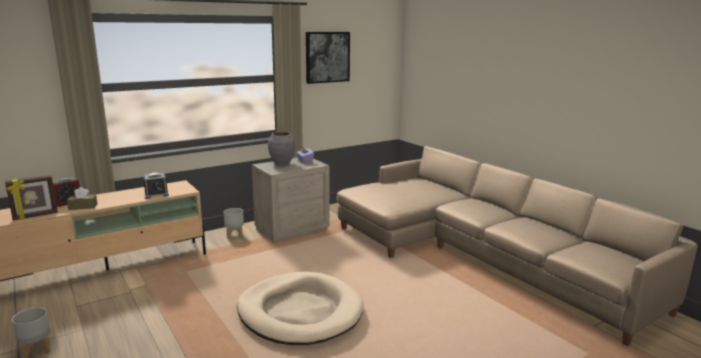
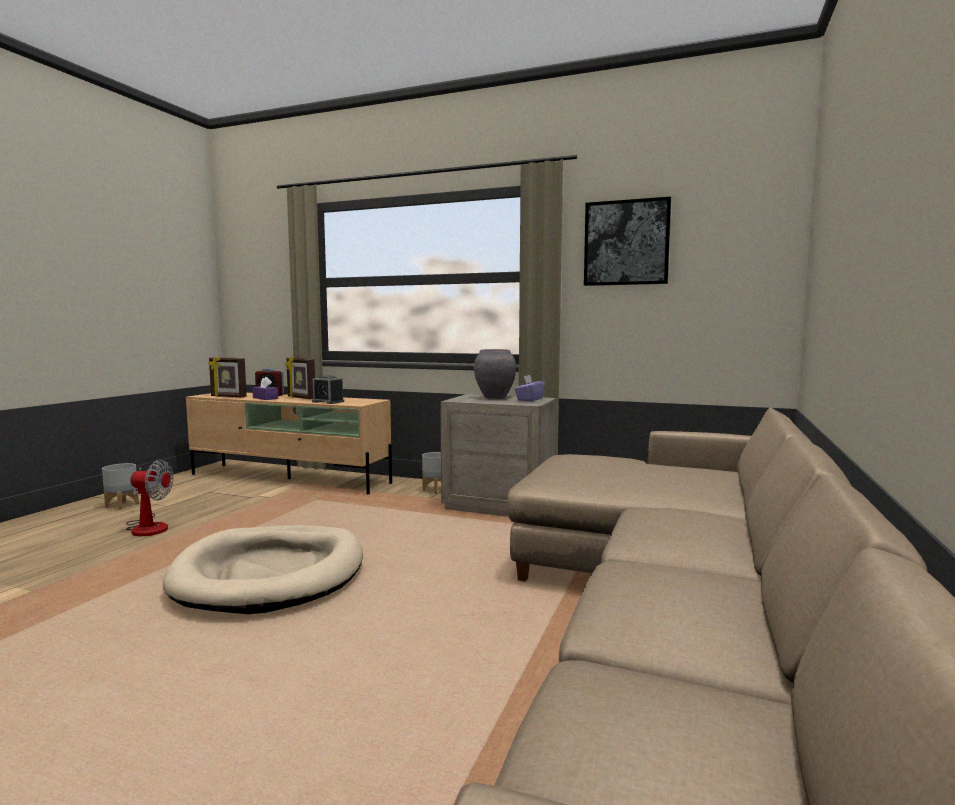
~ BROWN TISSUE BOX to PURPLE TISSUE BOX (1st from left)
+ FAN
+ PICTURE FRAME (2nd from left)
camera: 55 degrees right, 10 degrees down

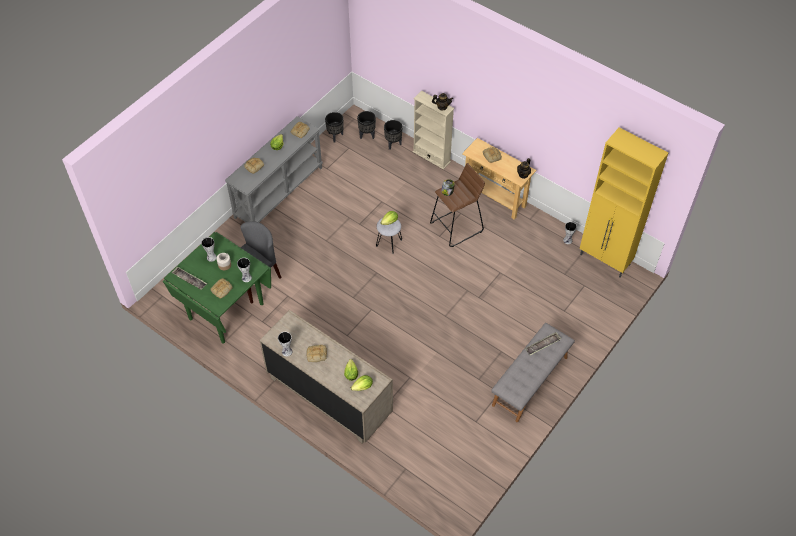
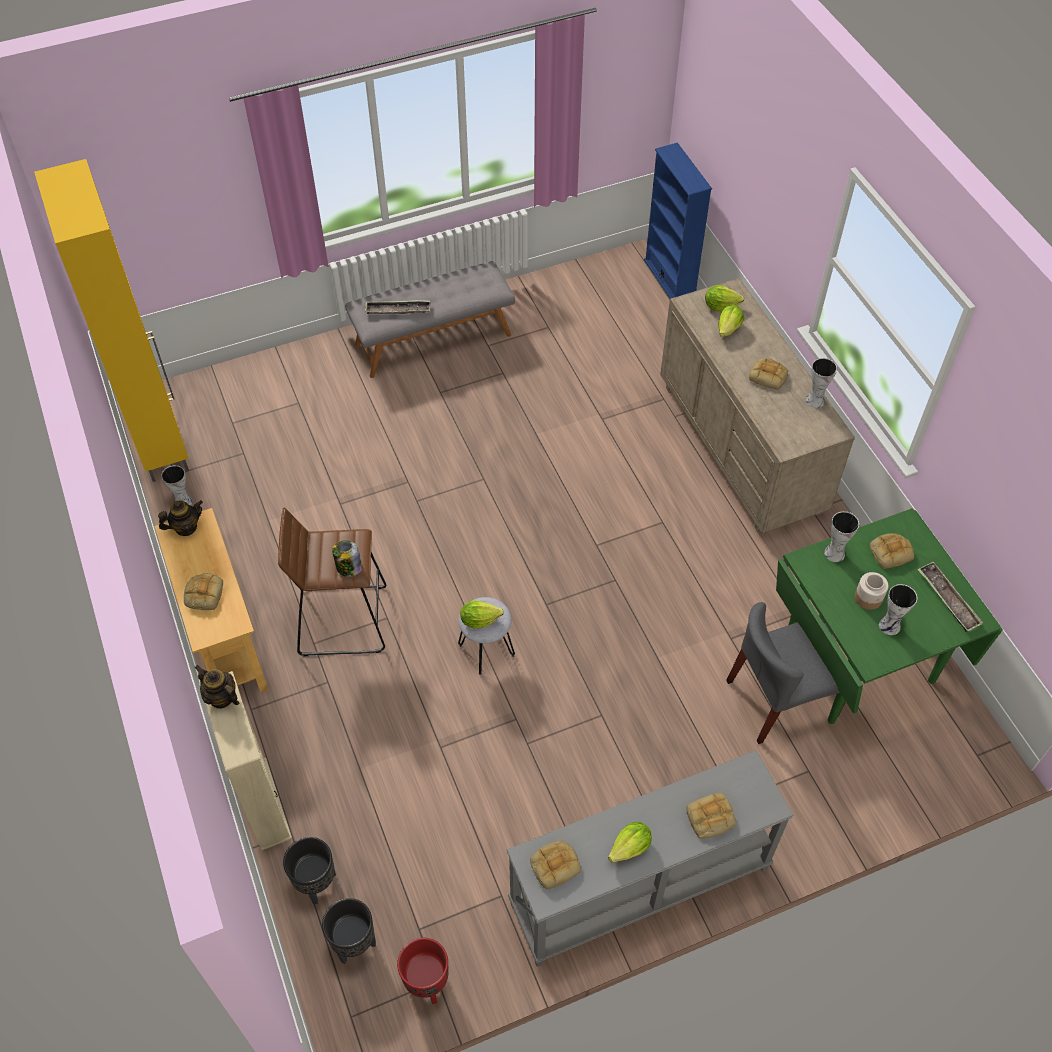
~ BLACK PLANTER (1st from left) to RED PLANTER
+ BLUE BOOKCASE
camera: 150 degrees left, 0 degrees up

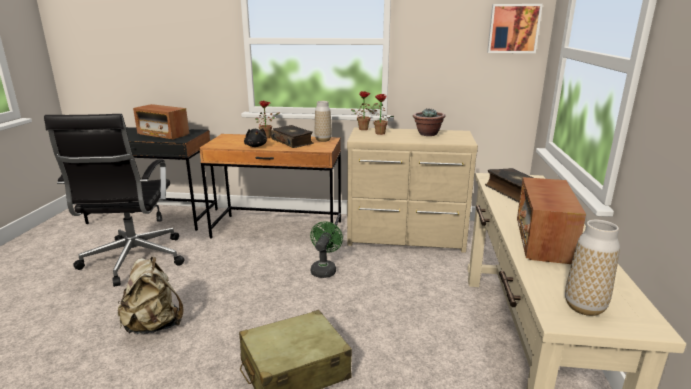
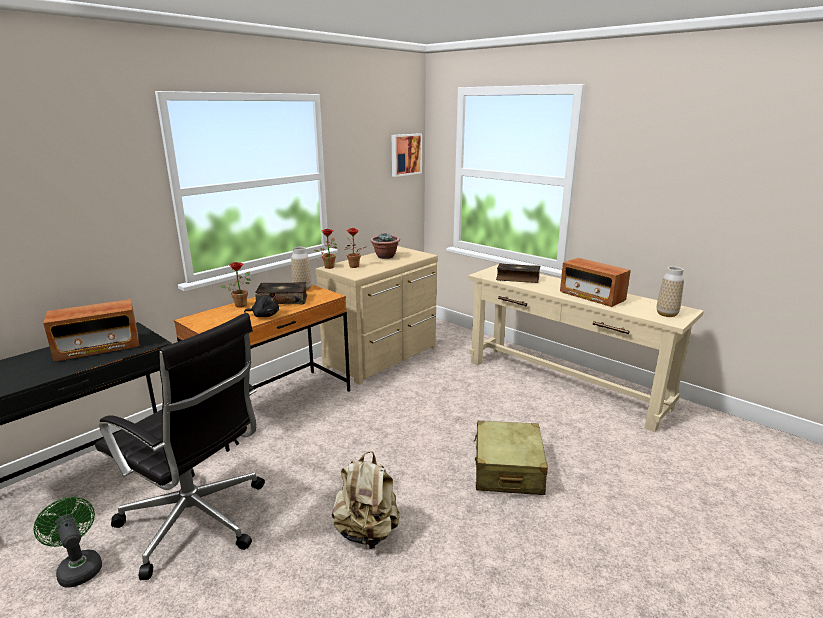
~ GREEN FAN
camera: 55 degrees left, 0 degrees up

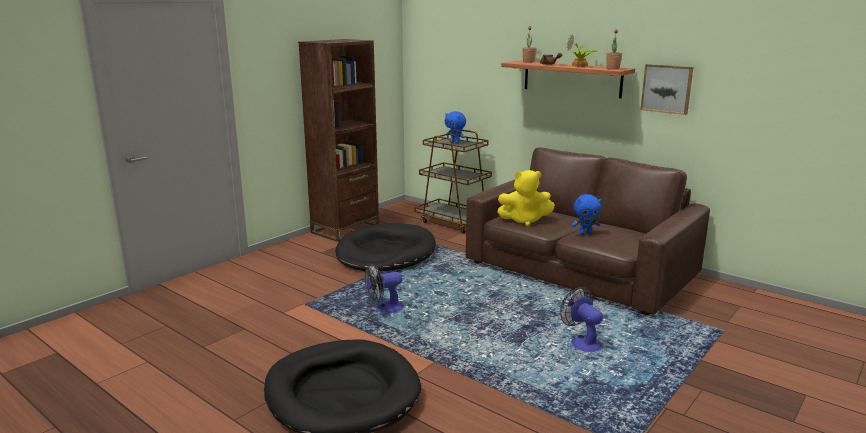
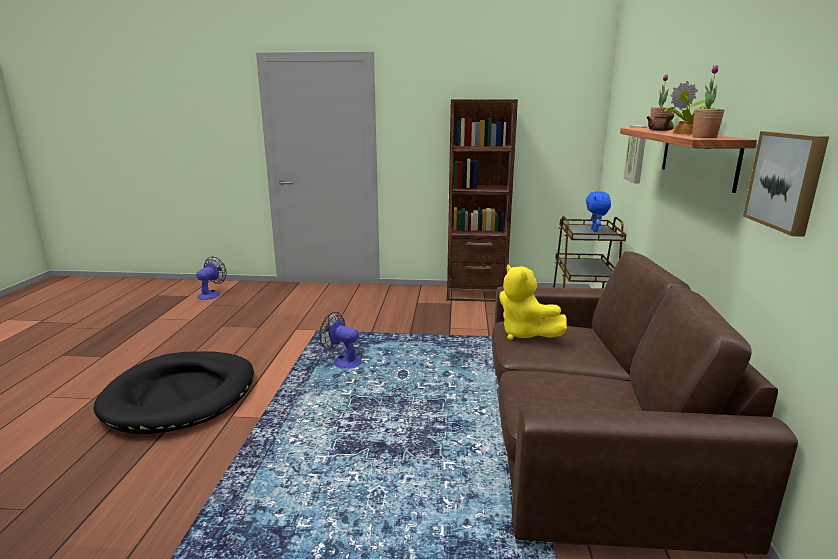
- BLACK DOG BED (2nd from left)
~ FAN (2nd from left in the first image) to FAN (1st from left)
- BLUE PLUSH TOY (2nd from left)
+ PICTURE (1st from left)
camera: 55 degrees right, 0 degrees up

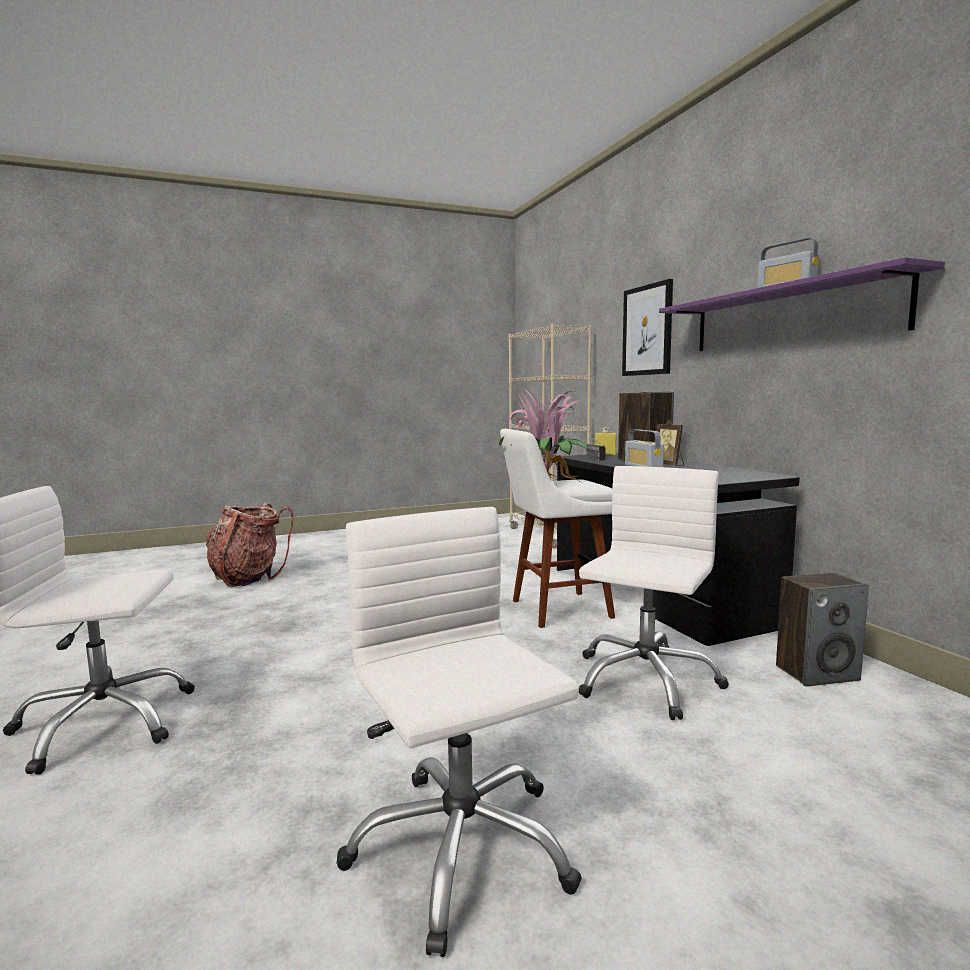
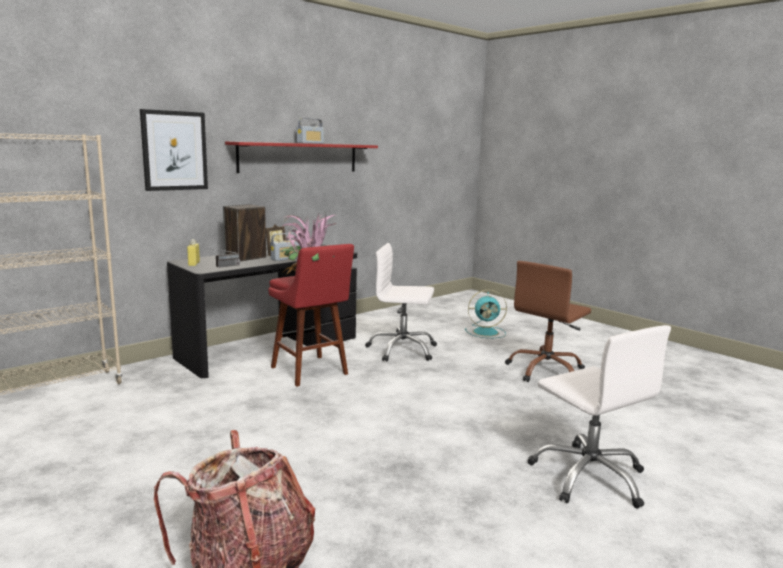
~ WHITE OFFICE CHAIR (2nd from left) to BROWN OFFICE CHAIR
~ WHITE STOOL to RED STOOL
~ PURPLE SHELF to RED SHELF
- SPEAKER (2nd from left)
+ TURQUOISE FAN
camera: 110 degrees left, 5 degrees up

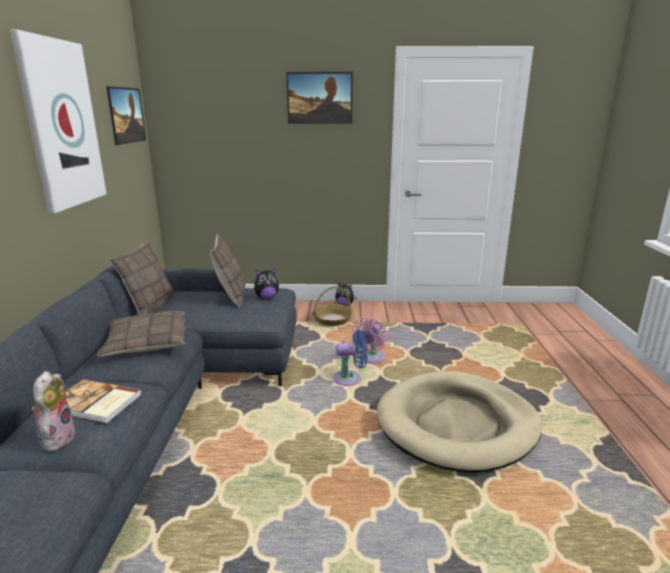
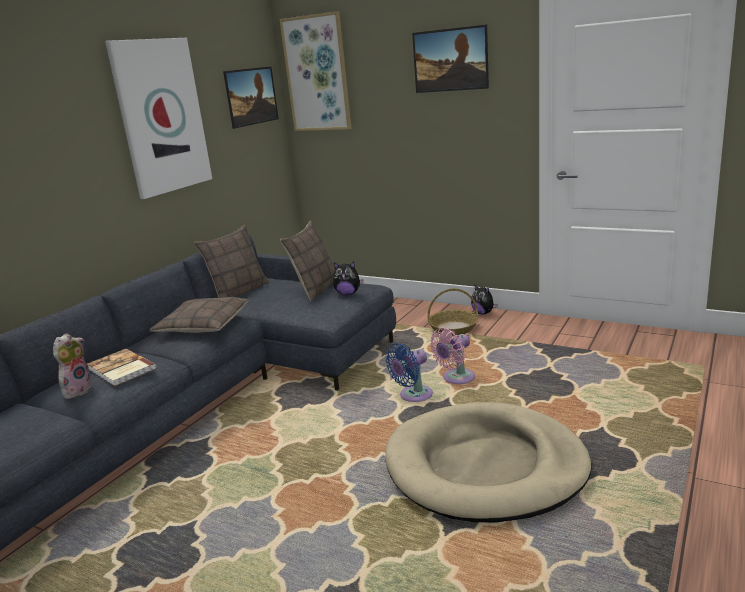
~ BLUE FAN 120 degrees clockwise
+ PICTURE (3rd from left)
camera: 30 degrees right, 0 degrees up

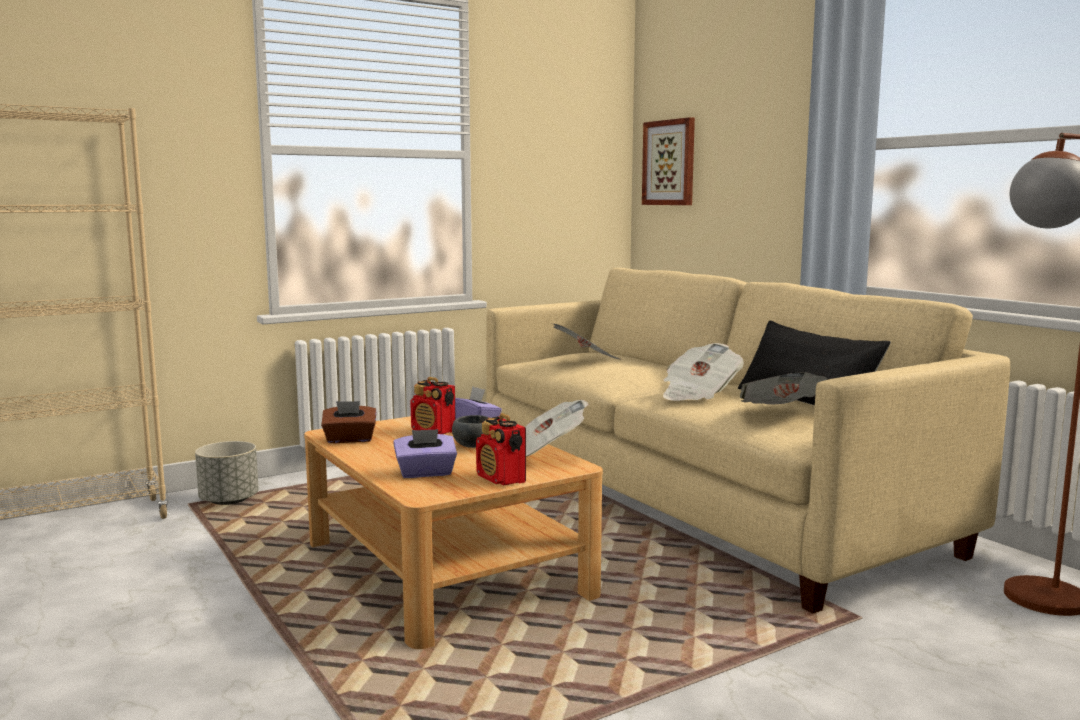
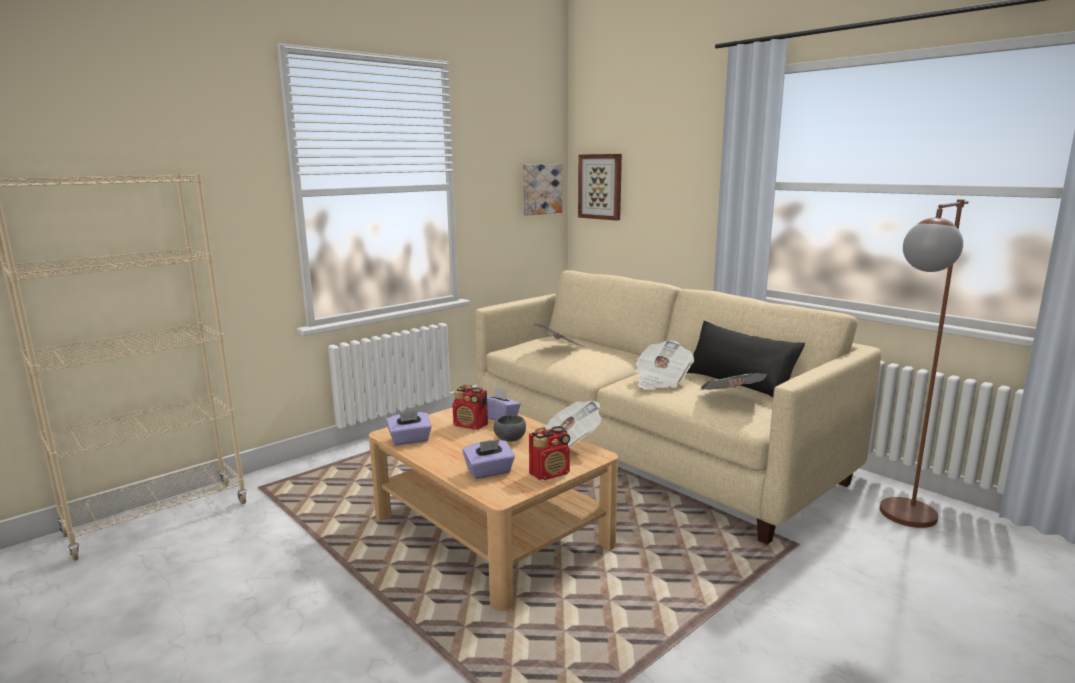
- GREY PLANTER
~ BROWN TISSUE BOX to PURPLE TISSUE BOX (1st from left)
~ RADIO (2nd from left) 75 degrees counterclockwise
+ PICTURE (1st from left)
camera: 10 degrees left, 5 degrees up

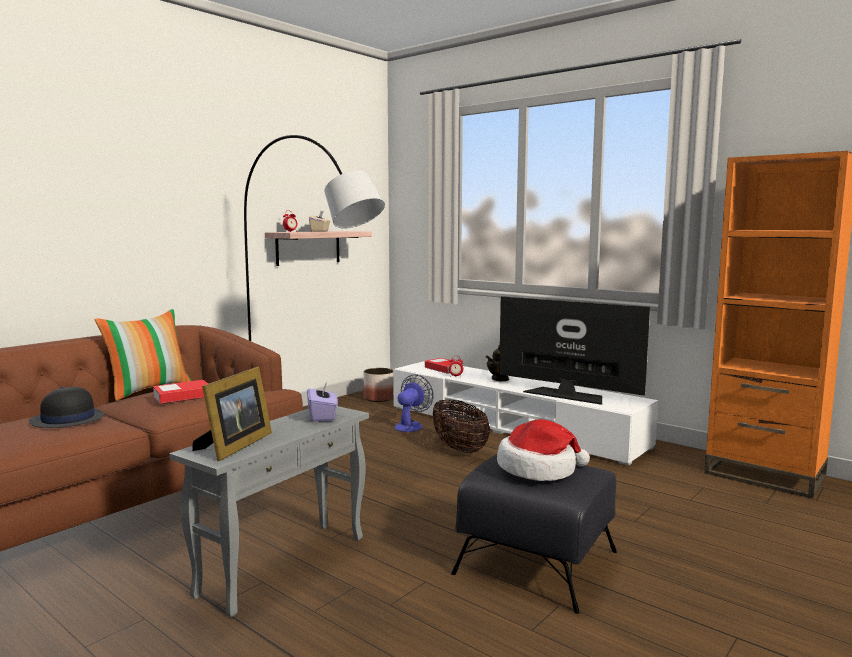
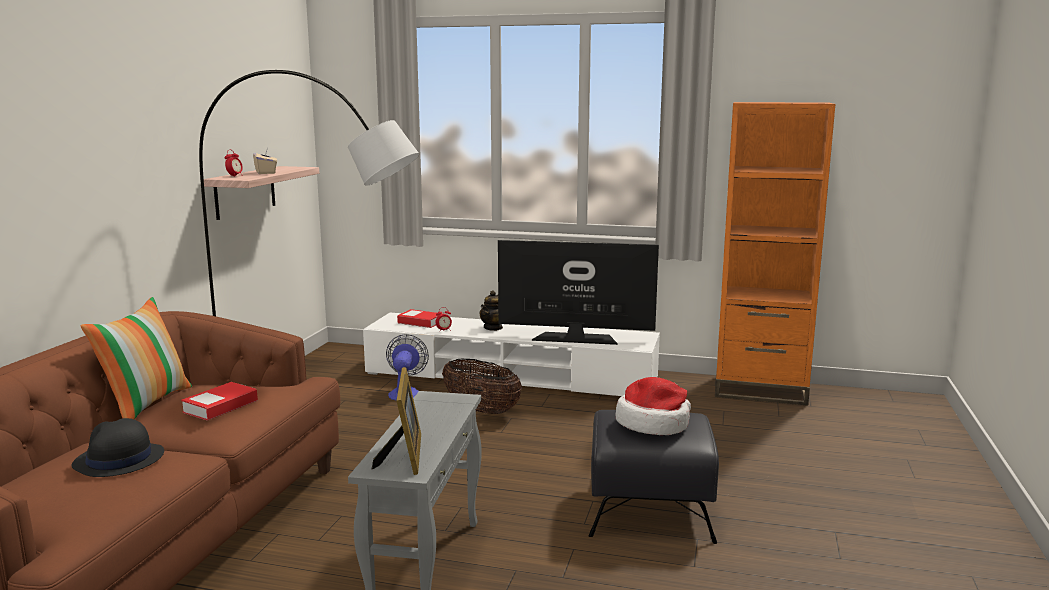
- PURPLE TISSUE BOX
- PLANTER
camera: 25 degrees left, 5 degrees up

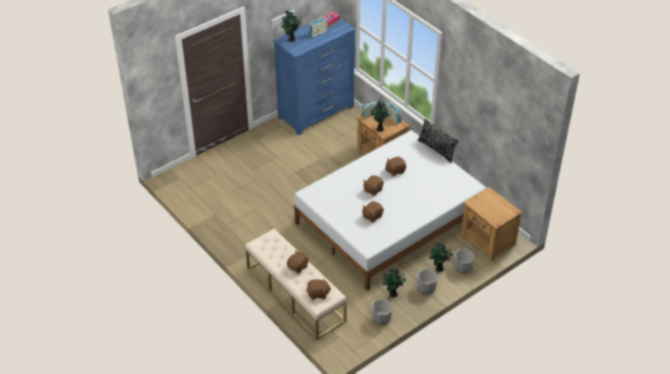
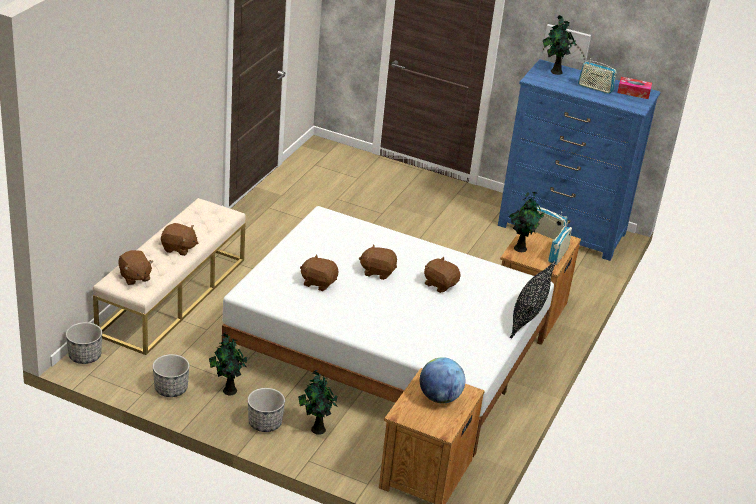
~ PLANTER (3rd from left in the first image) to PLANTER (1st from left)
+ GLOBE
camera: 60 degrees right, 10 degrees down

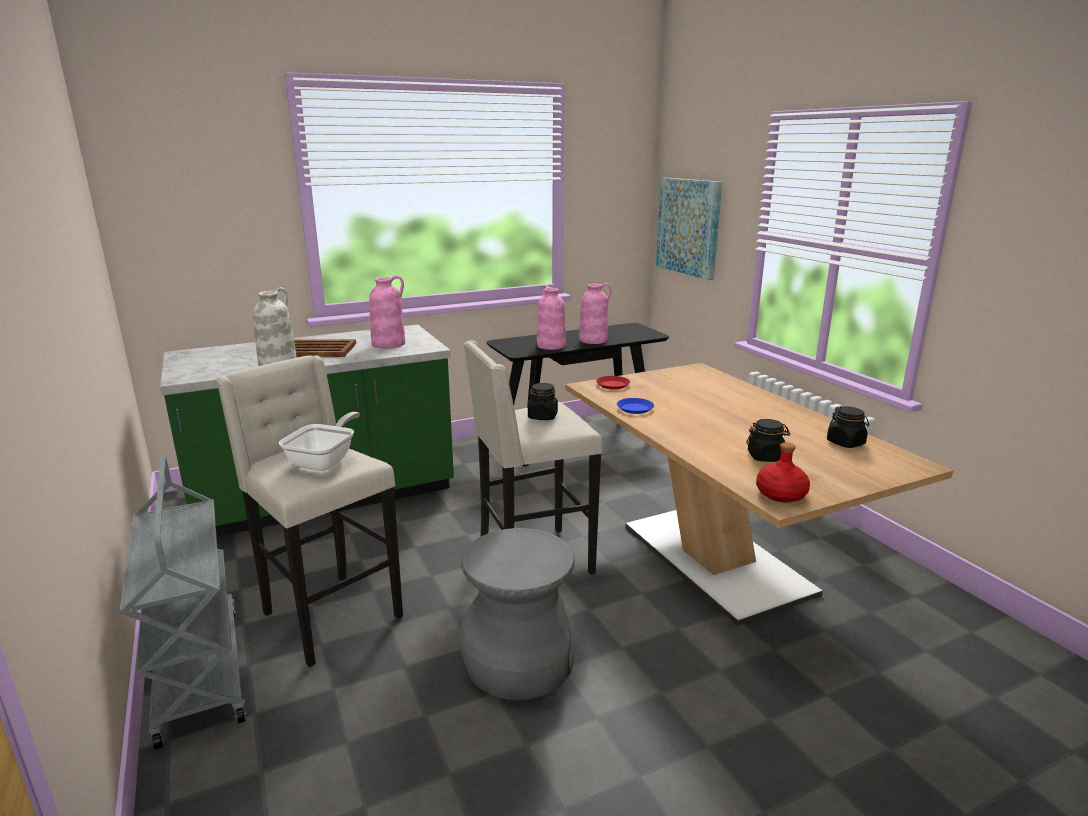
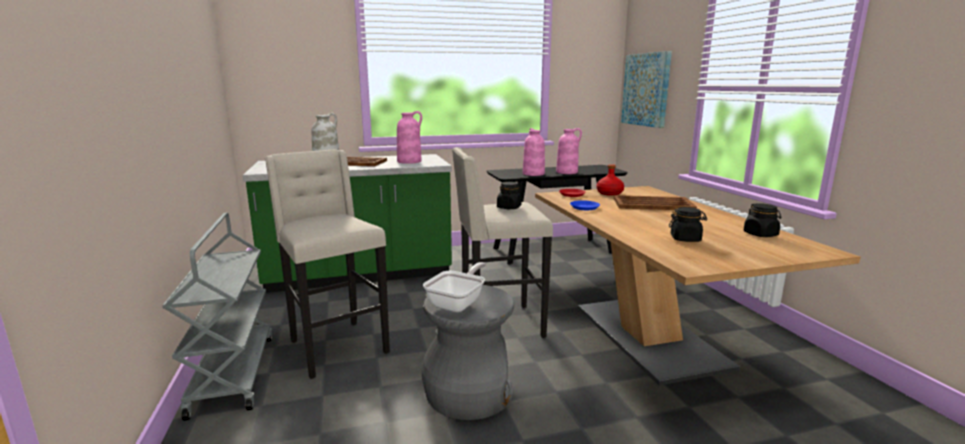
~ FRYING PAN
~ RED BOTTLE
+ BROWN TRAY (2nd from left)
camera: 10 degrees right, 5 degrees down

